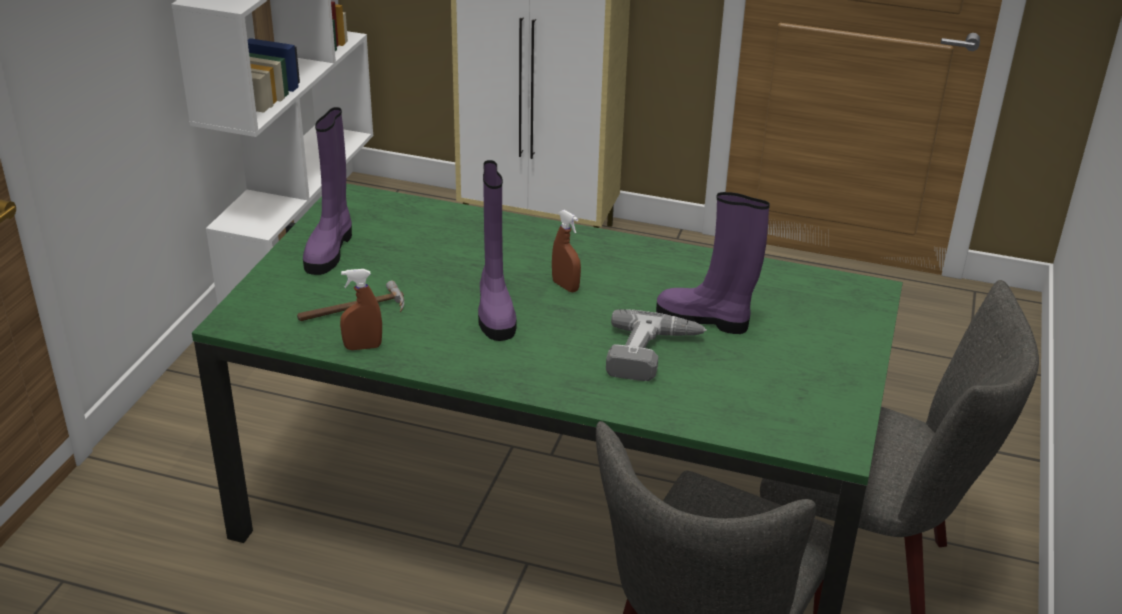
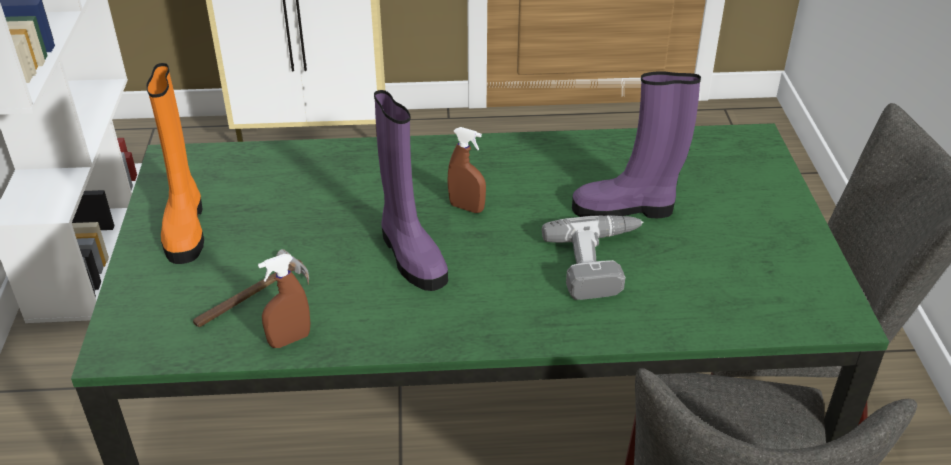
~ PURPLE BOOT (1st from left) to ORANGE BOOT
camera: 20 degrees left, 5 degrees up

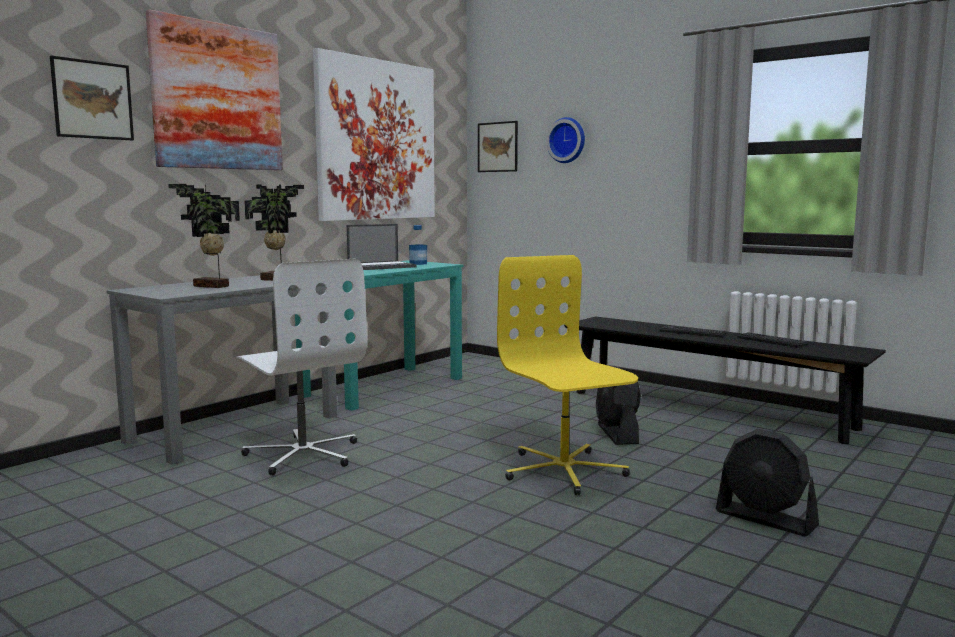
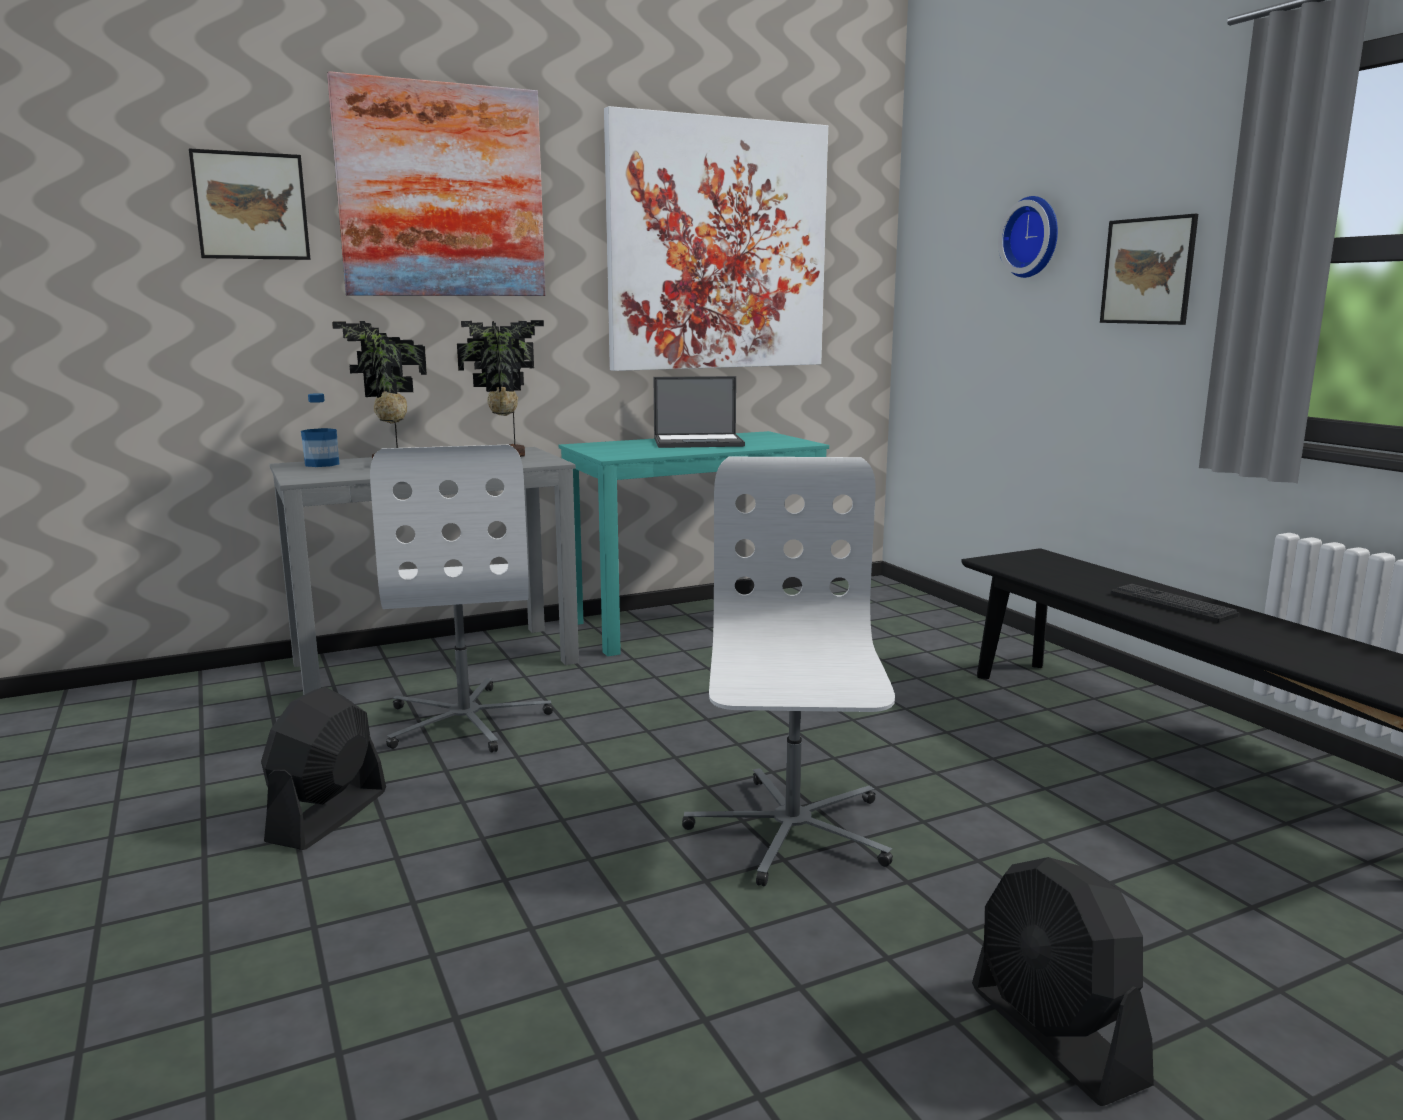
~ BOTTLE
~ PICTURE (4th from left)
~ YELLOW OFFICE CHAIR to WHITE OFFICE CHAIR (2nd from left)
~ BLACK FAN (1st from left)
- KEYBOARD (2nd from left)
camera: 25 degrees right, 5 degrees up

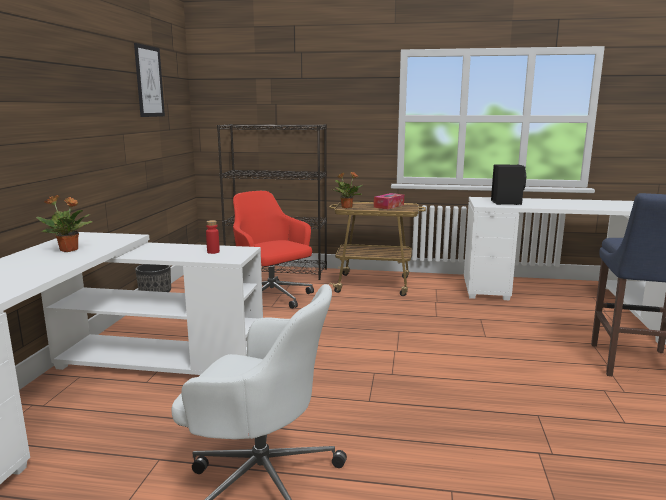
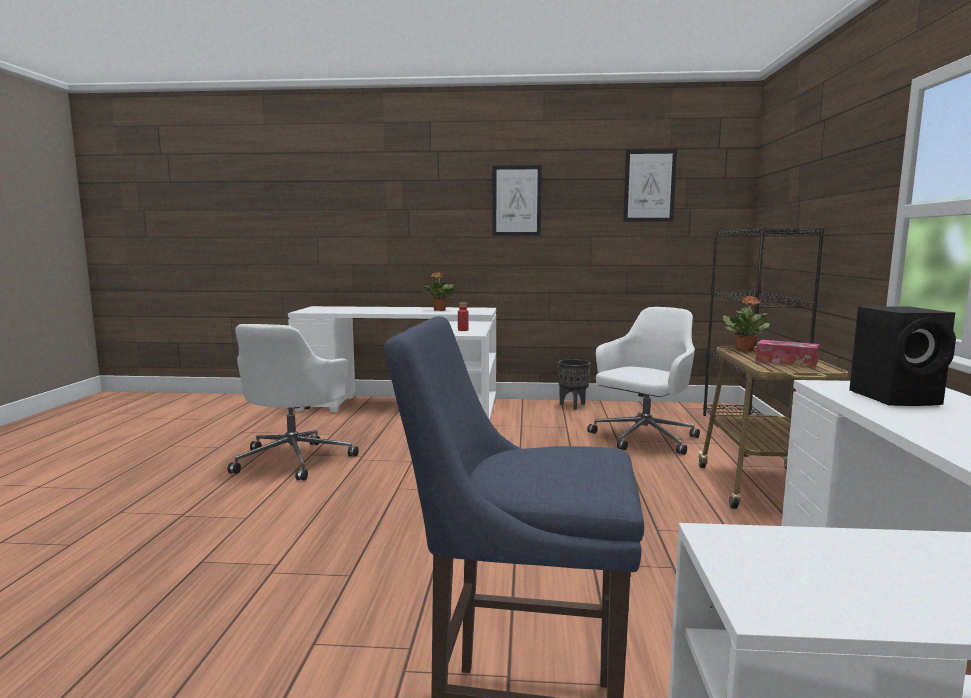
~ RED OFFICE CHAIR to WHITE OFFICE CHAIR (2nd from left)
+ PICTURE (1st from left)
camera: 85 degrees right, 5 degrees down

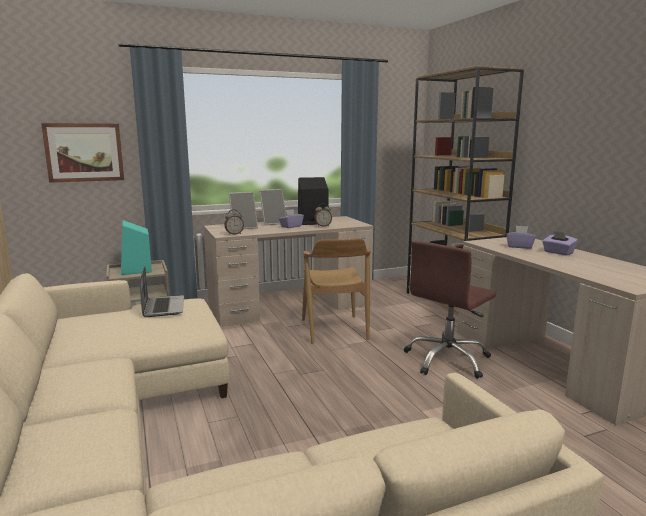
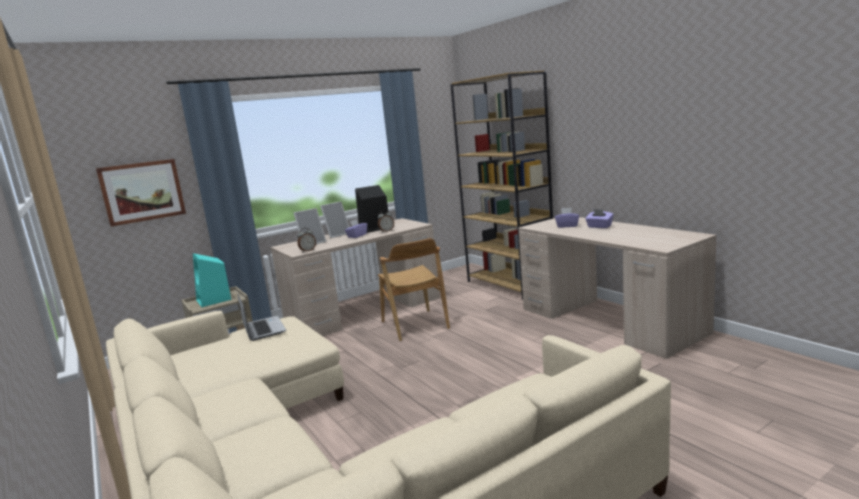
- BROWN OFFICE CHAIR
camera: 10 degrees left, 0 degrees up

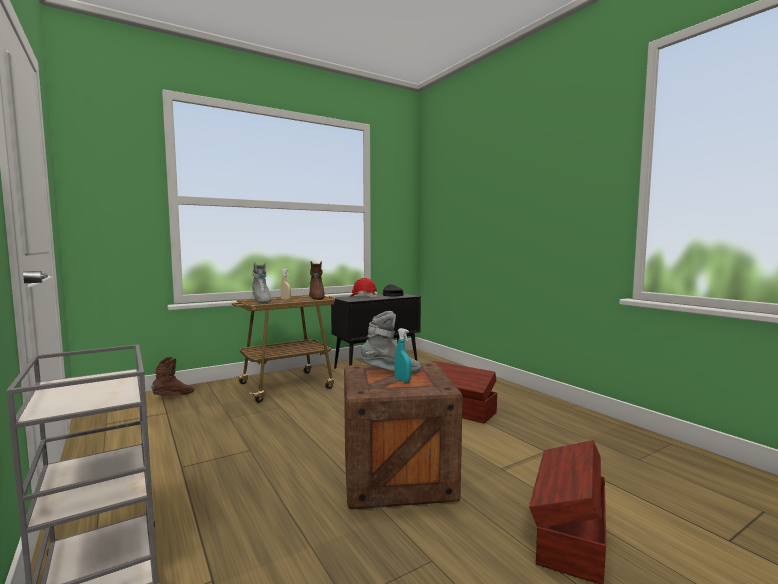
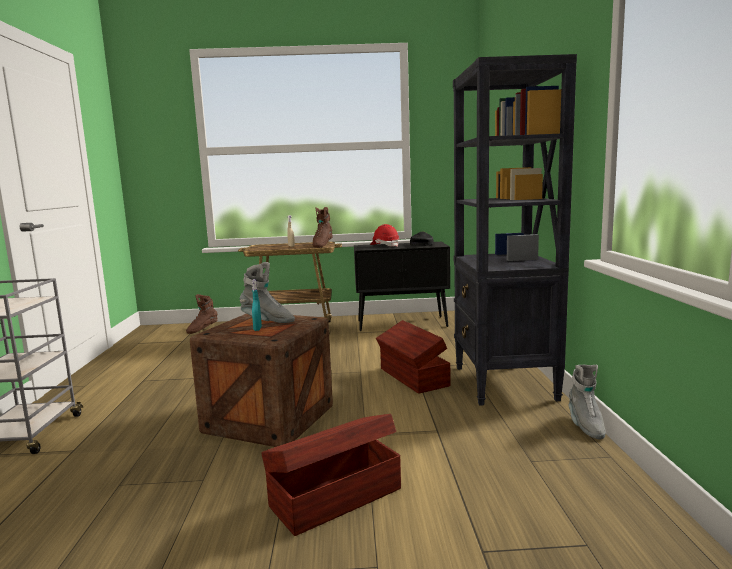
~ BROWN BOOT (1st from left) 150 degrees clockwise
~ GREY BOOT (1st from left in the first image) to GREY BOOT (2nd from left)
+ BLACK BOOKCASE
camera: 30 degrees right, 5 degrees up

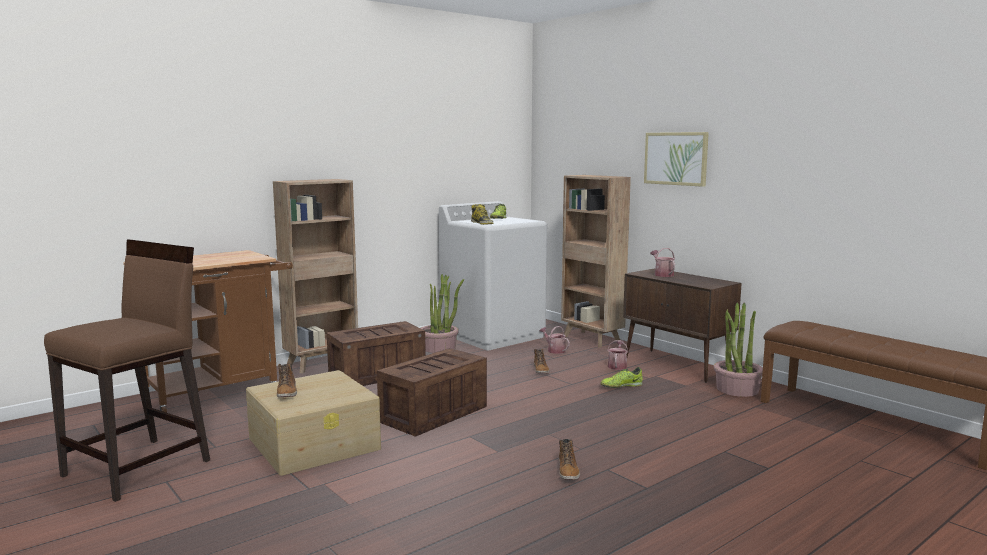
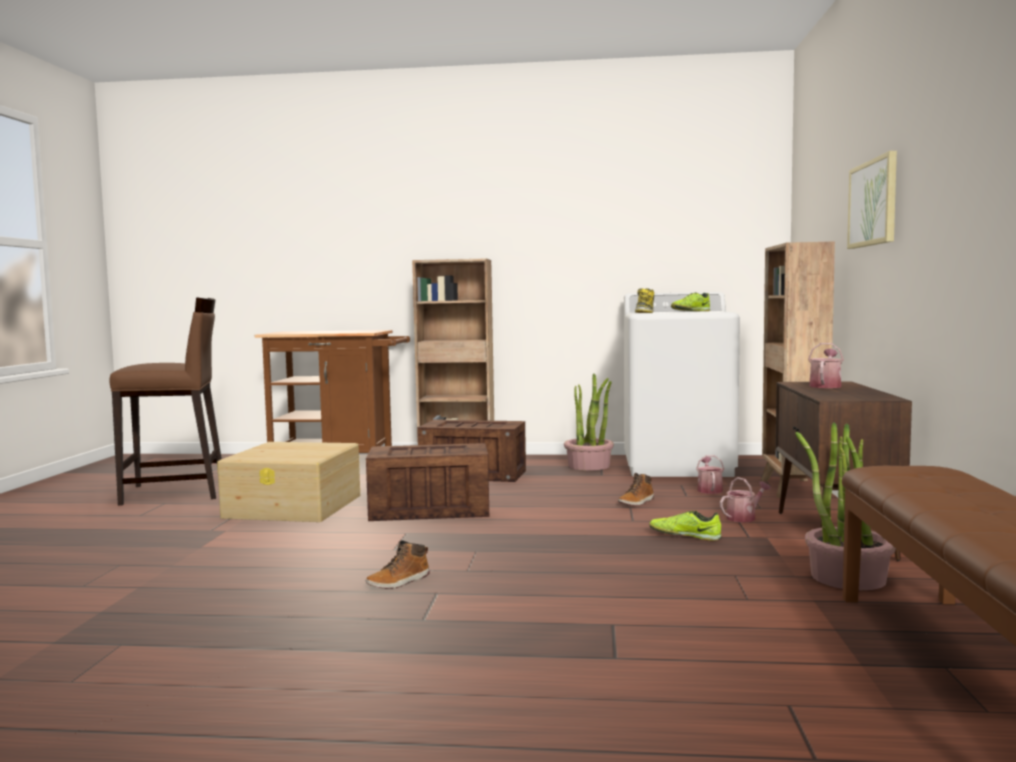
- BOOT (1st from left)
camera: 45 degrees right, 5 degrees down

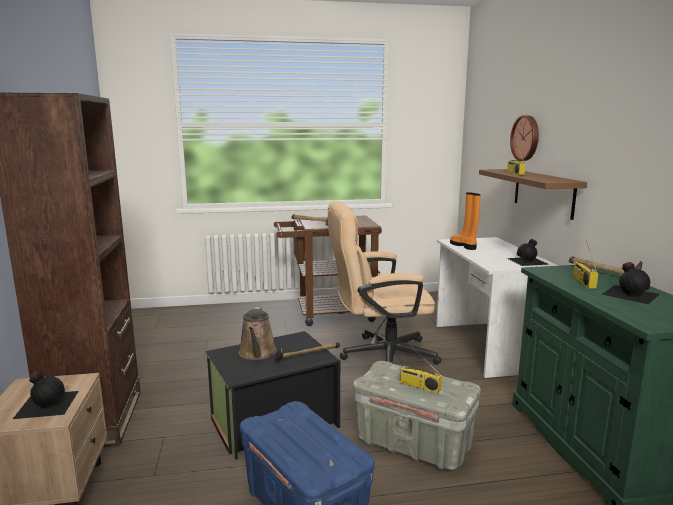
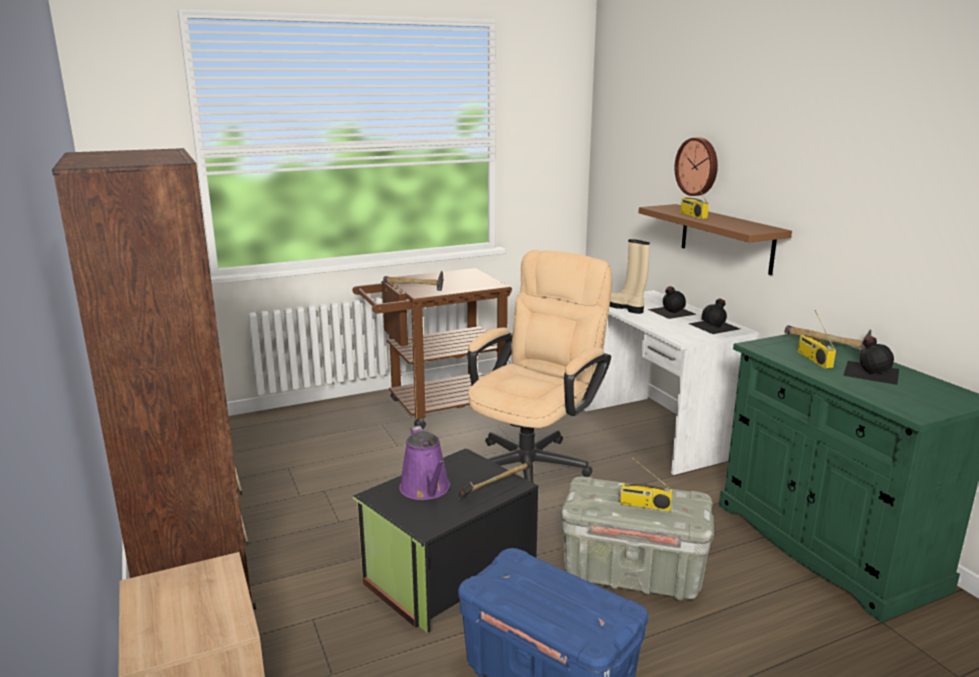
~ BLACK BOTTLE (1st from left)
~ BROWN WATERING CAN to PURPLE WATERING CAN
~ BEIGE OFFICE CHAIR 150 degrees clockwise
~ ORANGE BOOT to BEIGE BOOT
camera: 15 degrees left, 5 degrees up

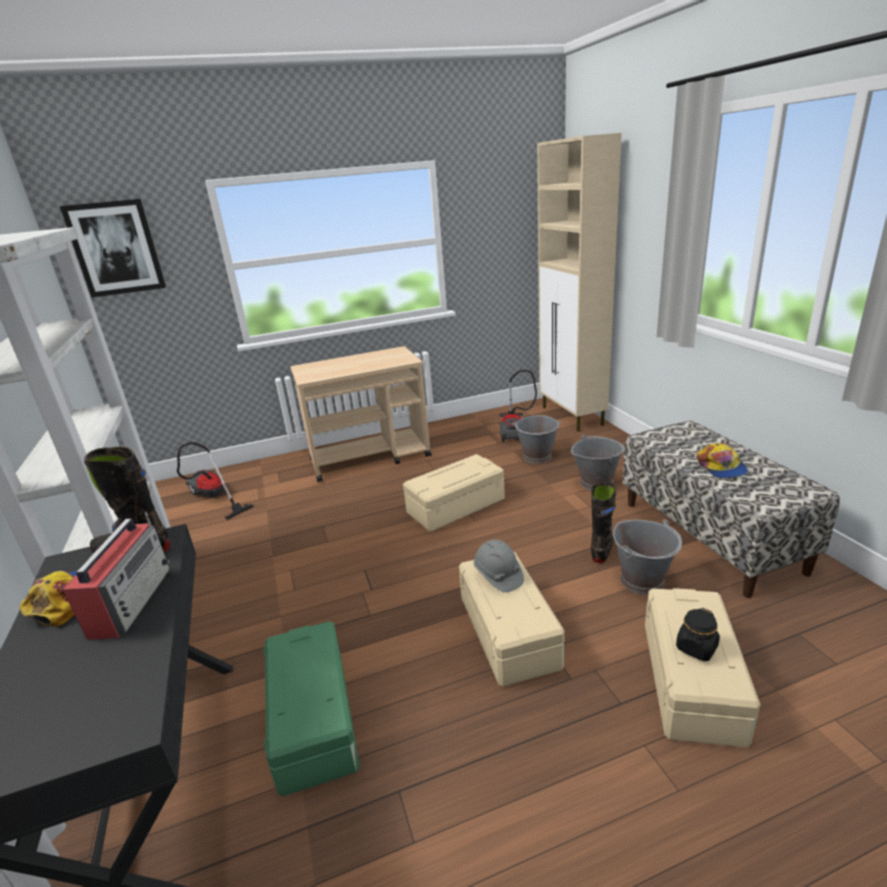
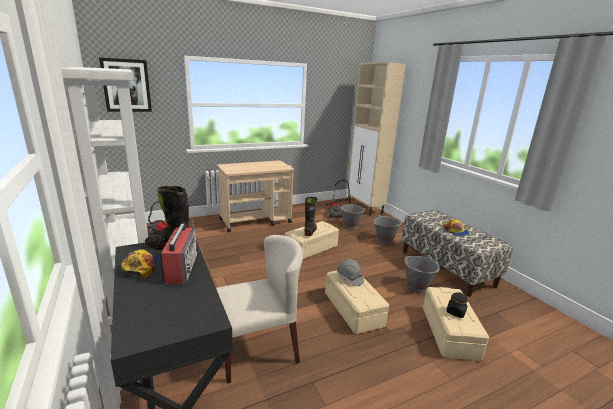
~ GREEN STORAGE BOX to BEIGE CHAIR
~ BLACK BOOT (2nd from left)
camera: 10 degrees left, 5 degrees down

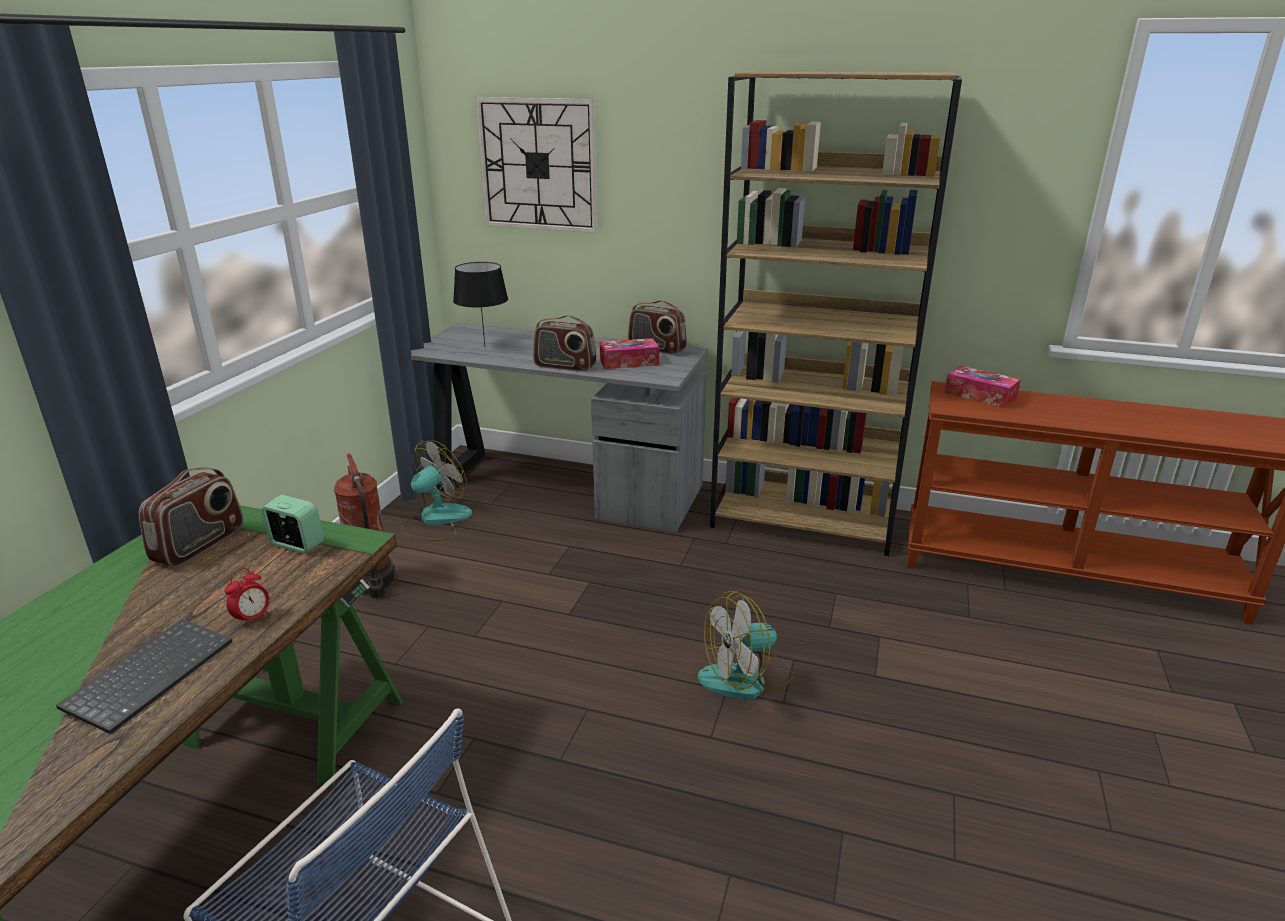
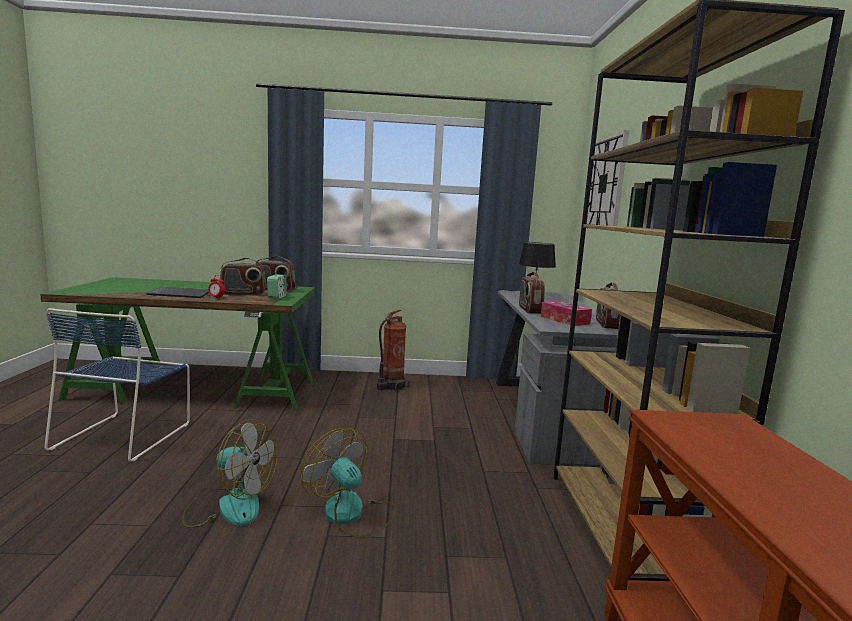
~ FAN (1st from left)
- TISSUE BOX (2nd from left)
+ RADIO (1st from left)
camera: 70 degrees right, 15 degrees down

